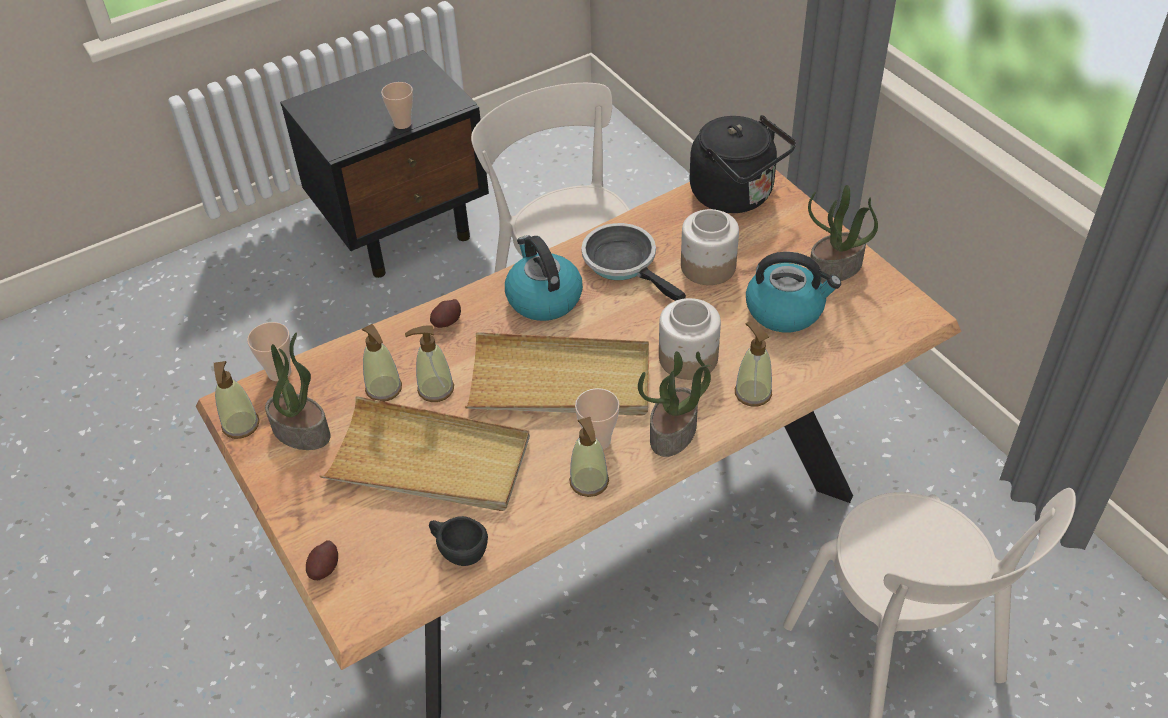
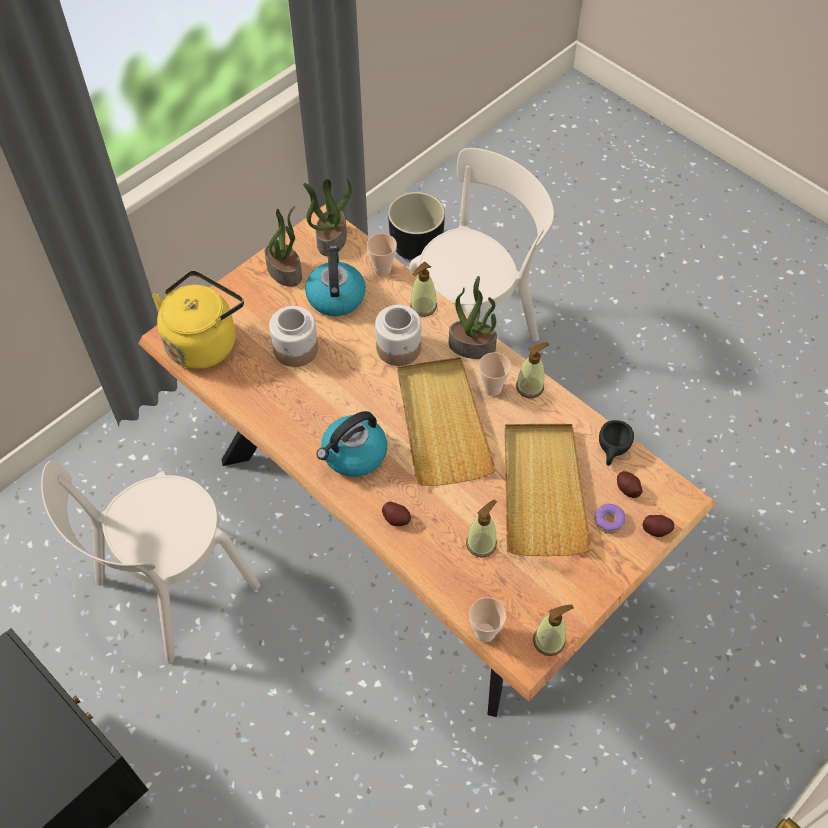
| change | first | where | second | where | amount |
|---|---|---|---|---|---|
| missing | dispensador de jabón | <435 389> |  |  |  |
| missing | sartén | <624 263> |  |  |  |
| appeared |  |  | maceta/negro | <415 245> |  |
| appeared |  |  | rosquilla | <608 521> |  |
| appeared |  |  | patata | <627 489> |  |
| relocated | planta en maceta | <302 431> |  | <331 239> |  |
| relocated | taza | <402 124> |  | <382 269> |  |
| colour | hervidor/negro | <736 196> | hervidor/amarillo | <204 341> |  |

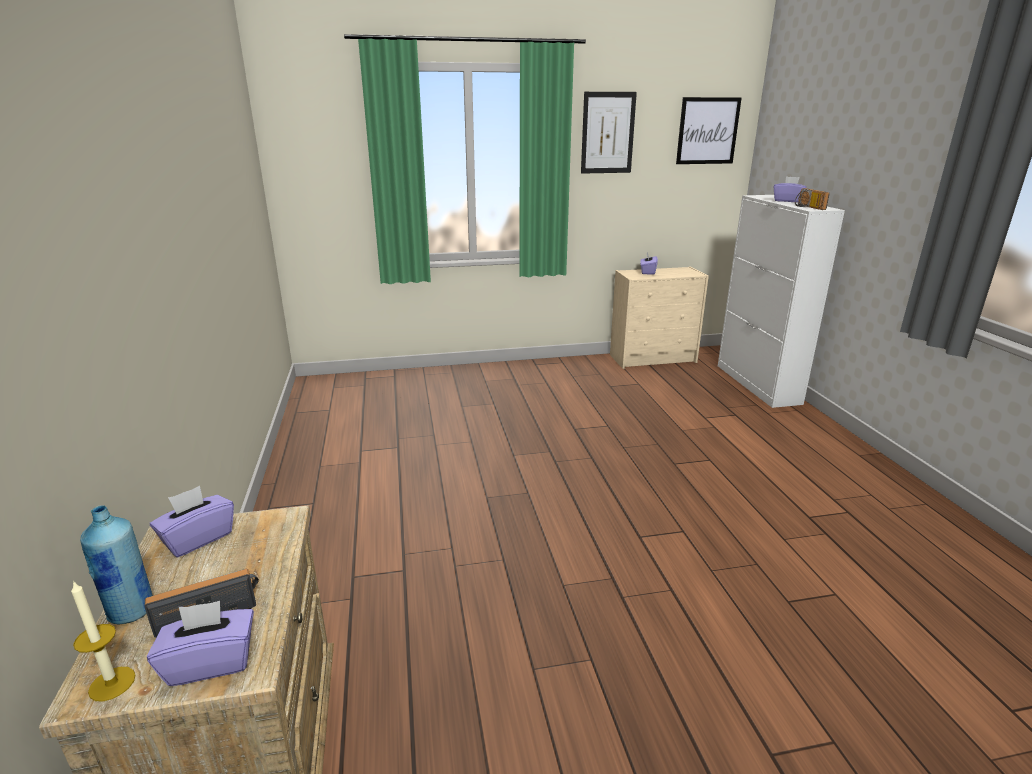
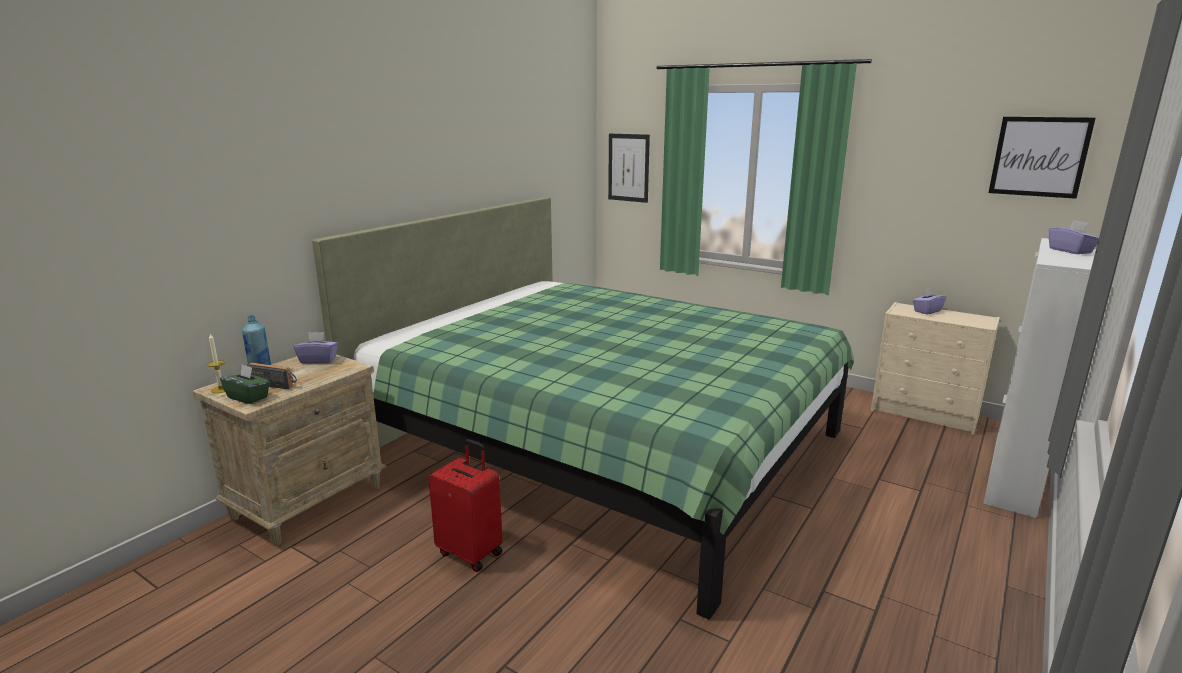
| change | first | where | second | where | amount |
|---|---|---|---|---|---|
| missing | radio | <807 207> |  |  |  |
| appeared |  |  | cama/verde | <602 446> |  |
| appeared |  |  | maleta/rojo | <471 552> |  |
| relocated | cuadro | <607 133> |  | <628 168> |  |
| colour | caja de pañuelos/morado | <211 662> | caja de pañuelos/verde | <248 397> |  |

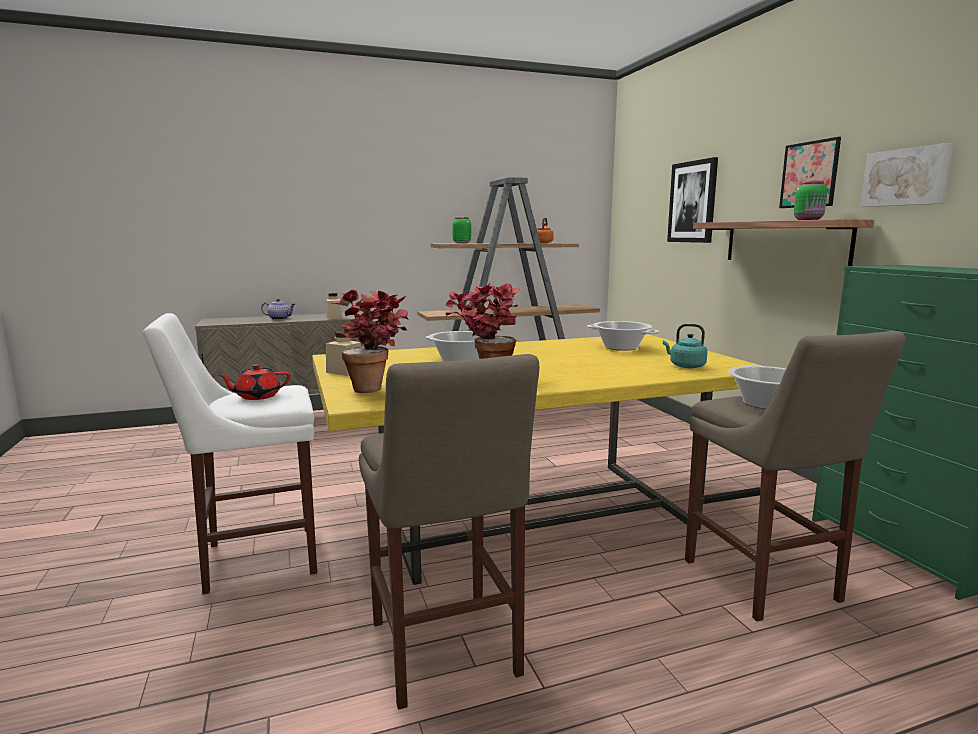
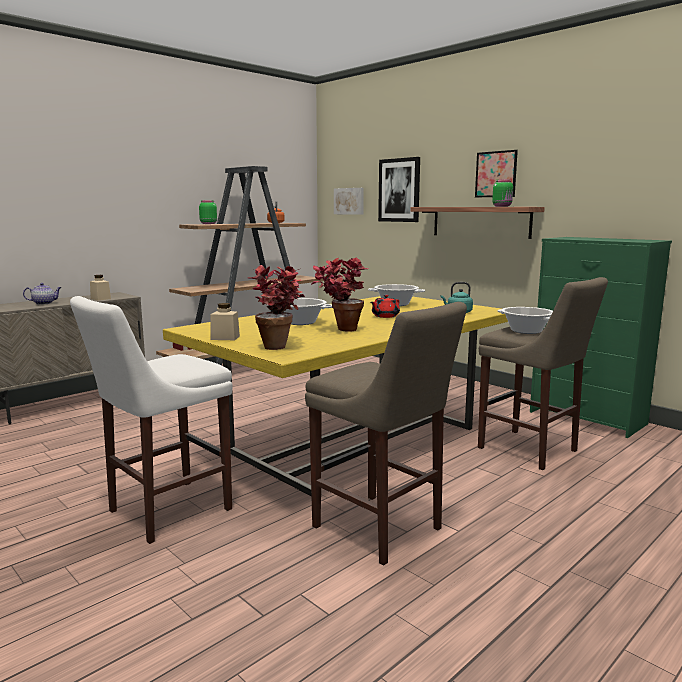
| change | first | where | second | where | amount |
|---|---|---|---|---|---|
| relocated | tetera/rojo | <257 396> |  | <385 316> |  |
| relocated | cuadro | <906 177> |  | <349 201> |  |

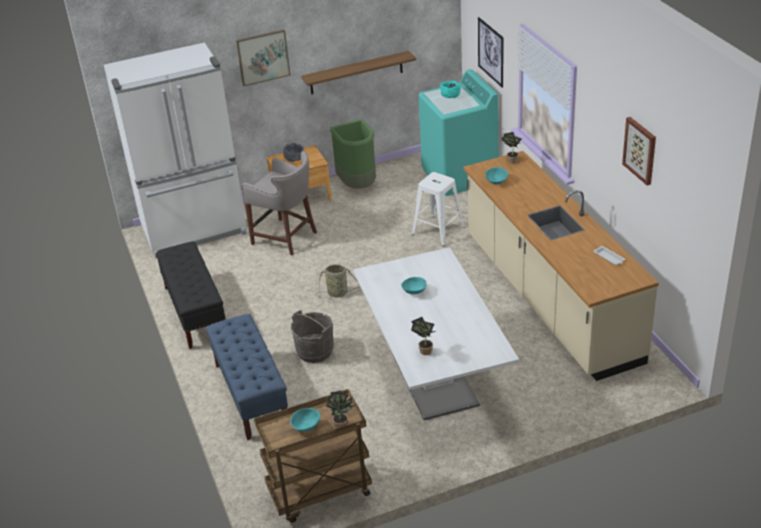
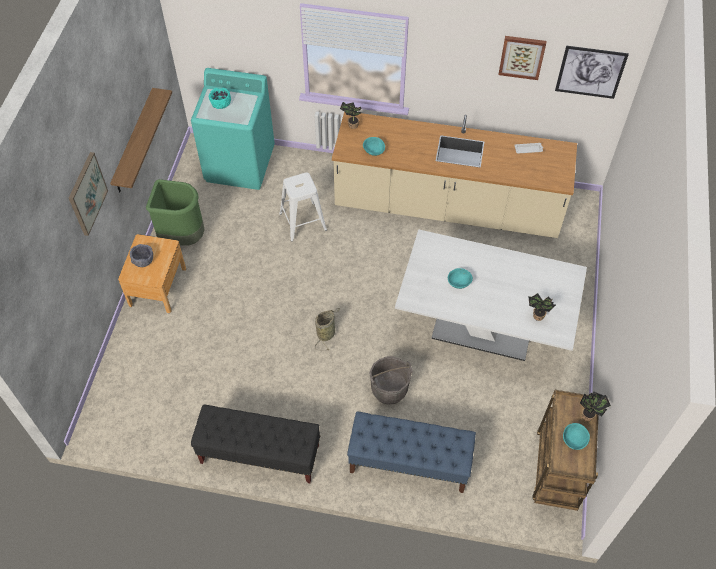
| change | first | where | second | where | amount |
|---|---|---|---|---|---|
| missing | nevera/blanco | <195 231> |  |  |  |
| missing | taburete/gris | <286 238> |  |  |  |
| relocated | cuadro | <490 52> |  | <590 72> |  |

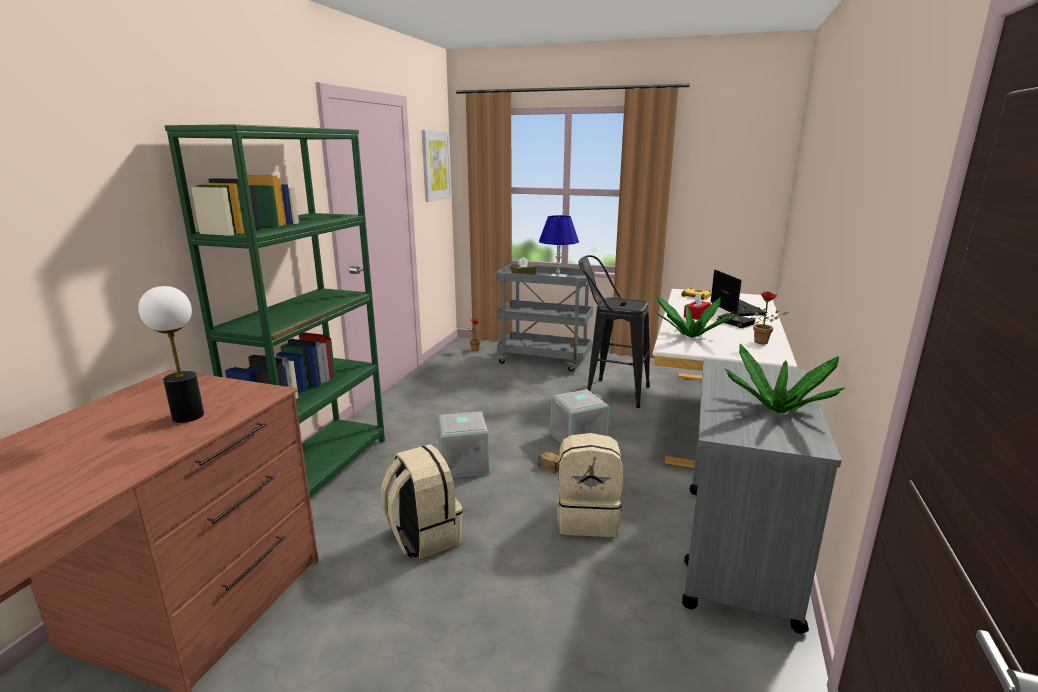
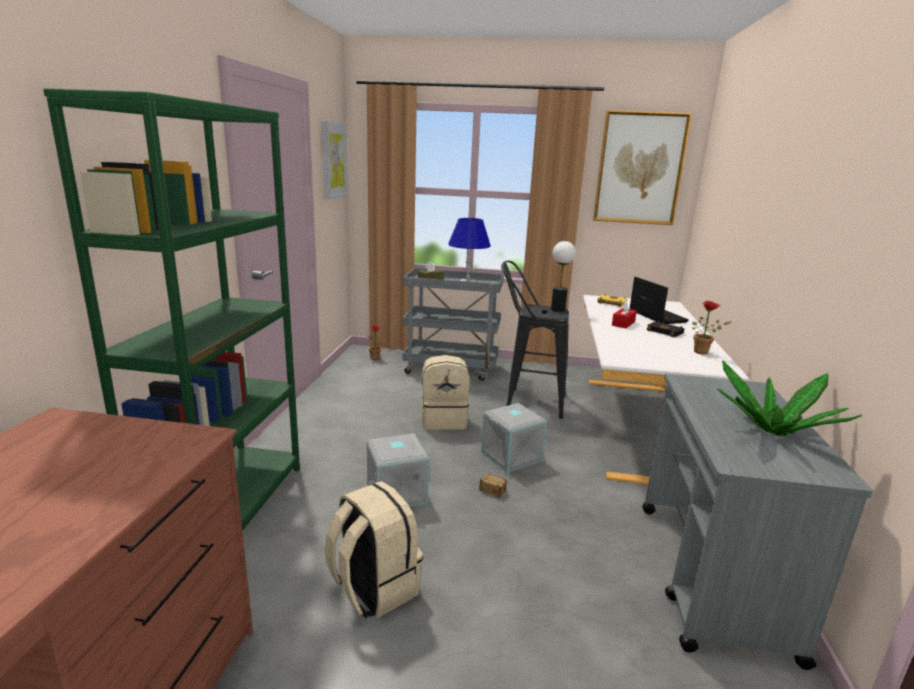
| change | first | where | second | where | amount |
|---|---|---|---|---|---|
| missing | planta en maceta | <691 335> |  |  |  |
| appeared |  |  | cuadro | <639 168> |  |
| relocated | lámpara de mesa | <188 416> |  | <558 309> |  |
| relocated | mochila/beis | <588 518> |  | <444 420> |  |

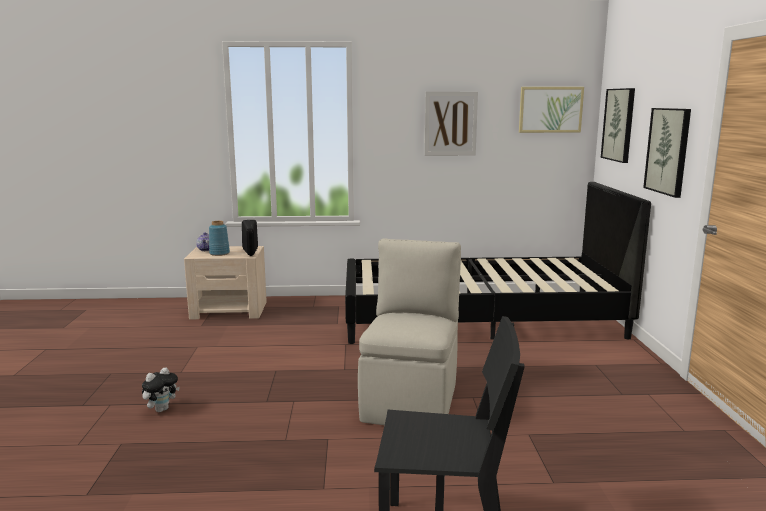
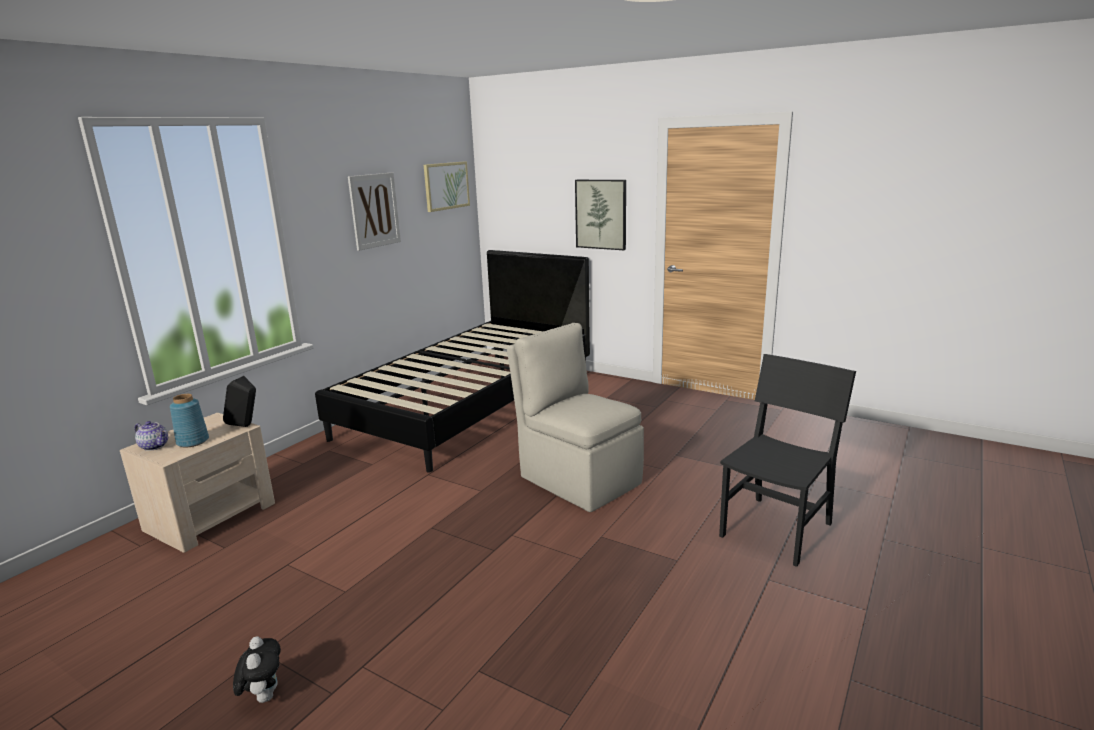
| change | first | where | second | where | amount |
|---|---|---|---|---|---|
| missing | cuadro | <619 124> |  |  |  |
| relocated | peluche | <161 409> |  | <264 696> |  |

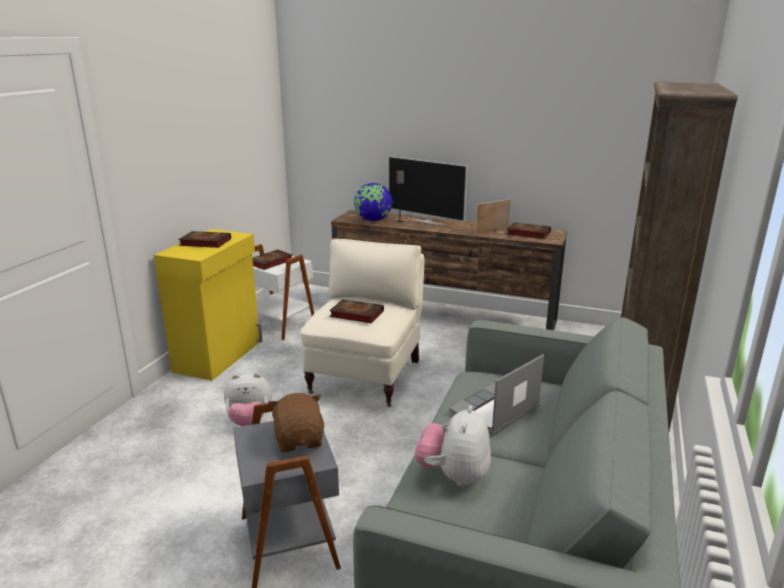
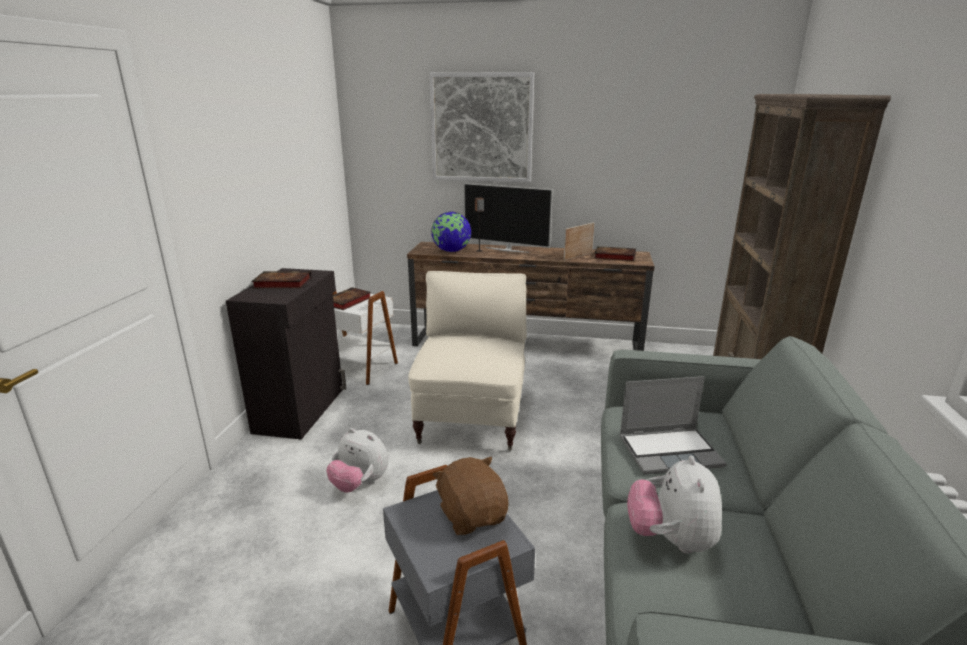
| change | first | where | second | where | amount |
|---|---|---|---|---|---|
| missing | libro | <355 314> |  |  |  |
| appeared |  |  | cuadro | <481 128> |  |
| colour | armario/amarillo | <219 356> | armario/negro | <302 409> |  |
| spun | peluche | <249 421> |  | <360 484> | 45 degrees clockwise |
| spun | portátil | <495 411> |  | <670 451> | 135 degrees counterclockwise |

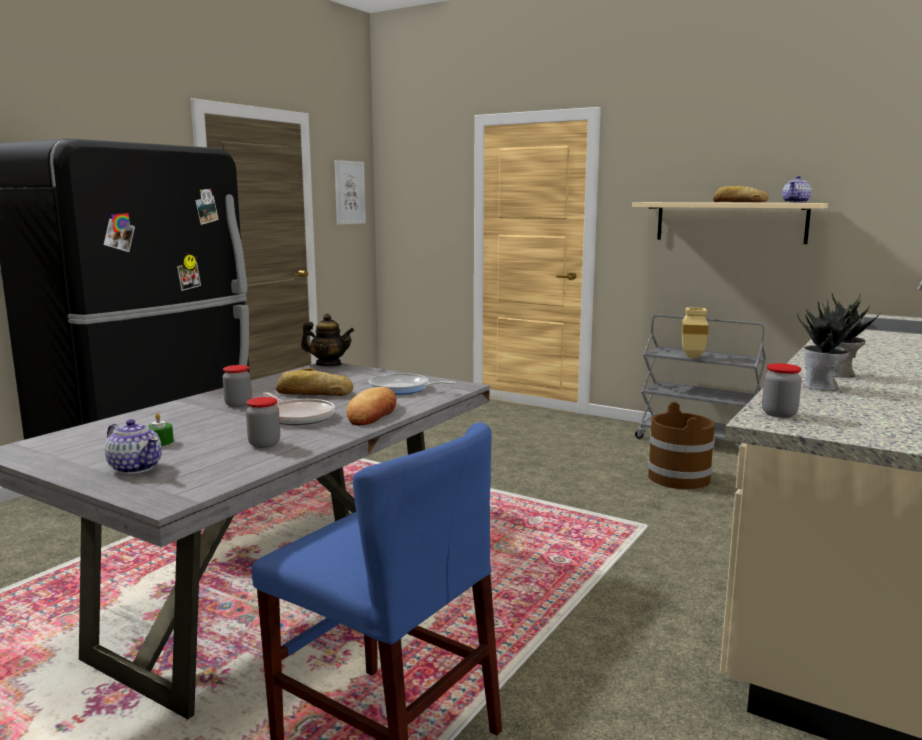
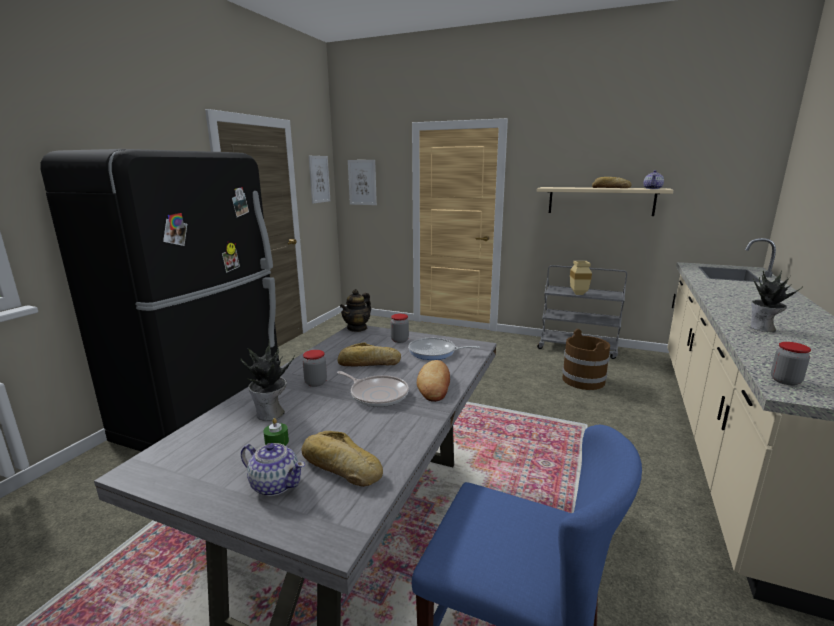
| change | first | where | second | where | amount |
|---|---|---|---|---|---|
| appeared |  |  | pan | <340 467> |  |
| appeared |  |  | cuadro | <362 182> |  |
| relocated | tarro | <264 444> |  | <399 340> |  |
| relocated | planta en maceta | <822 387> |  | <271 414> |  |
| spun | tetera | <328 364> |  | <357 328> | 120 degrees clockwise |

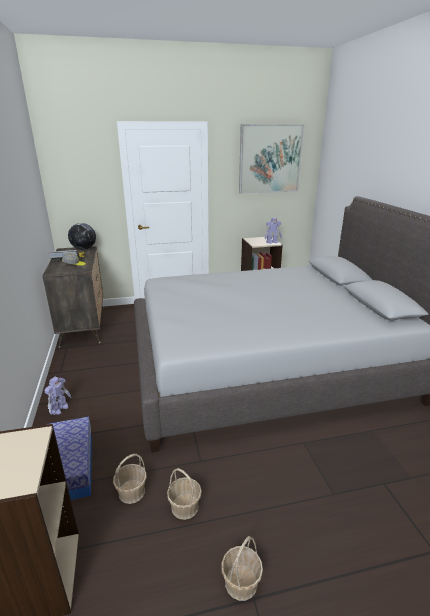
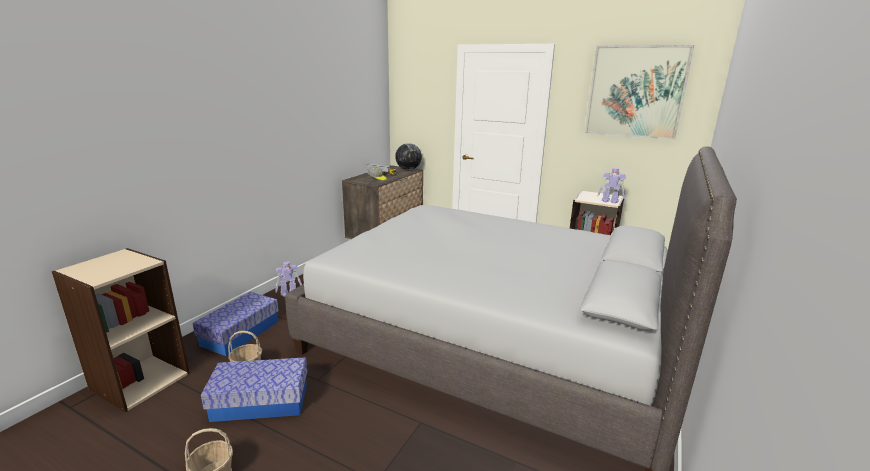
| change | first | where | second | where | amount |
|---|---|---|---|---|---|
| exchanged | cesta | <185 506> | caja de almacenaje | <260 402> |  |

